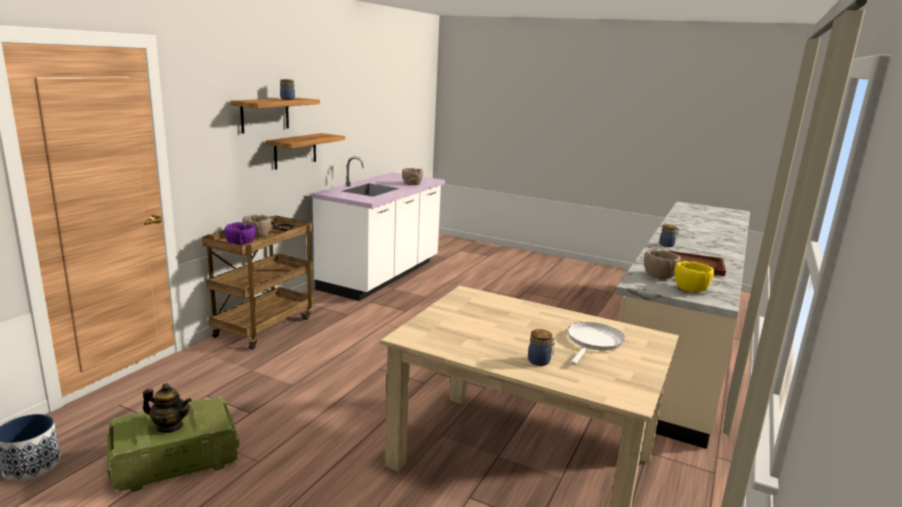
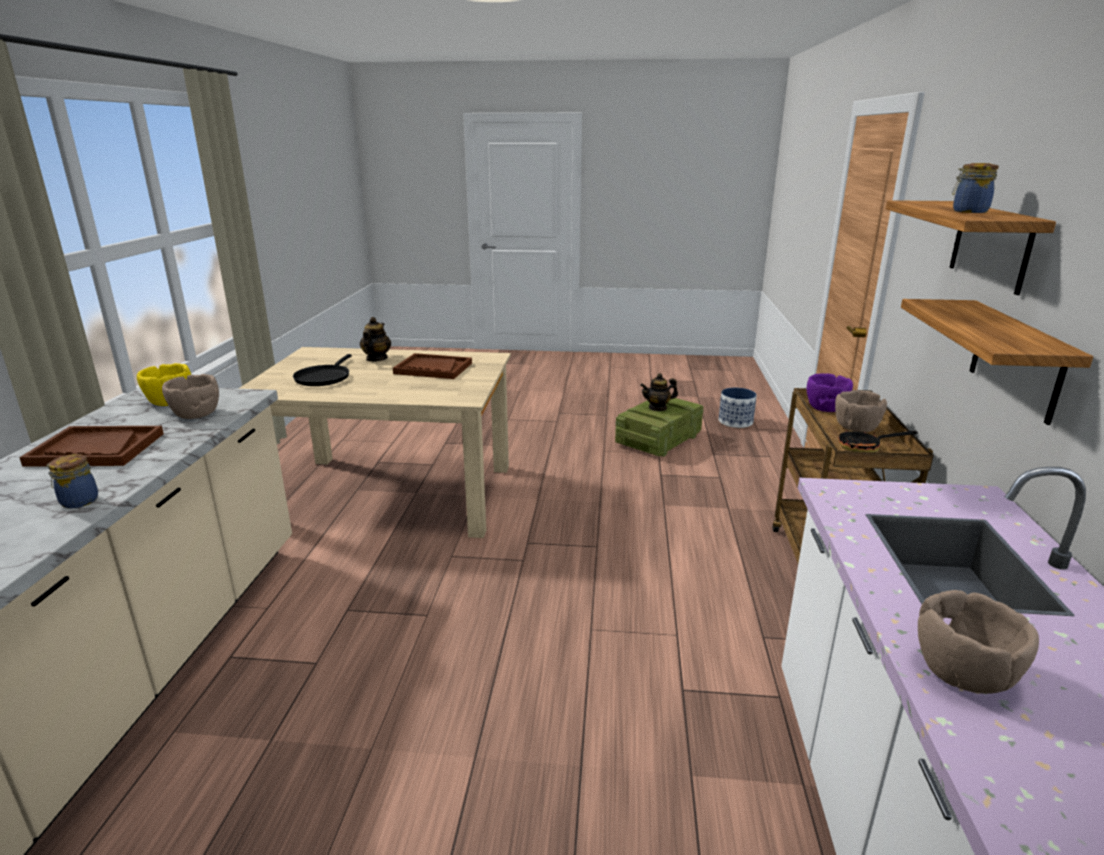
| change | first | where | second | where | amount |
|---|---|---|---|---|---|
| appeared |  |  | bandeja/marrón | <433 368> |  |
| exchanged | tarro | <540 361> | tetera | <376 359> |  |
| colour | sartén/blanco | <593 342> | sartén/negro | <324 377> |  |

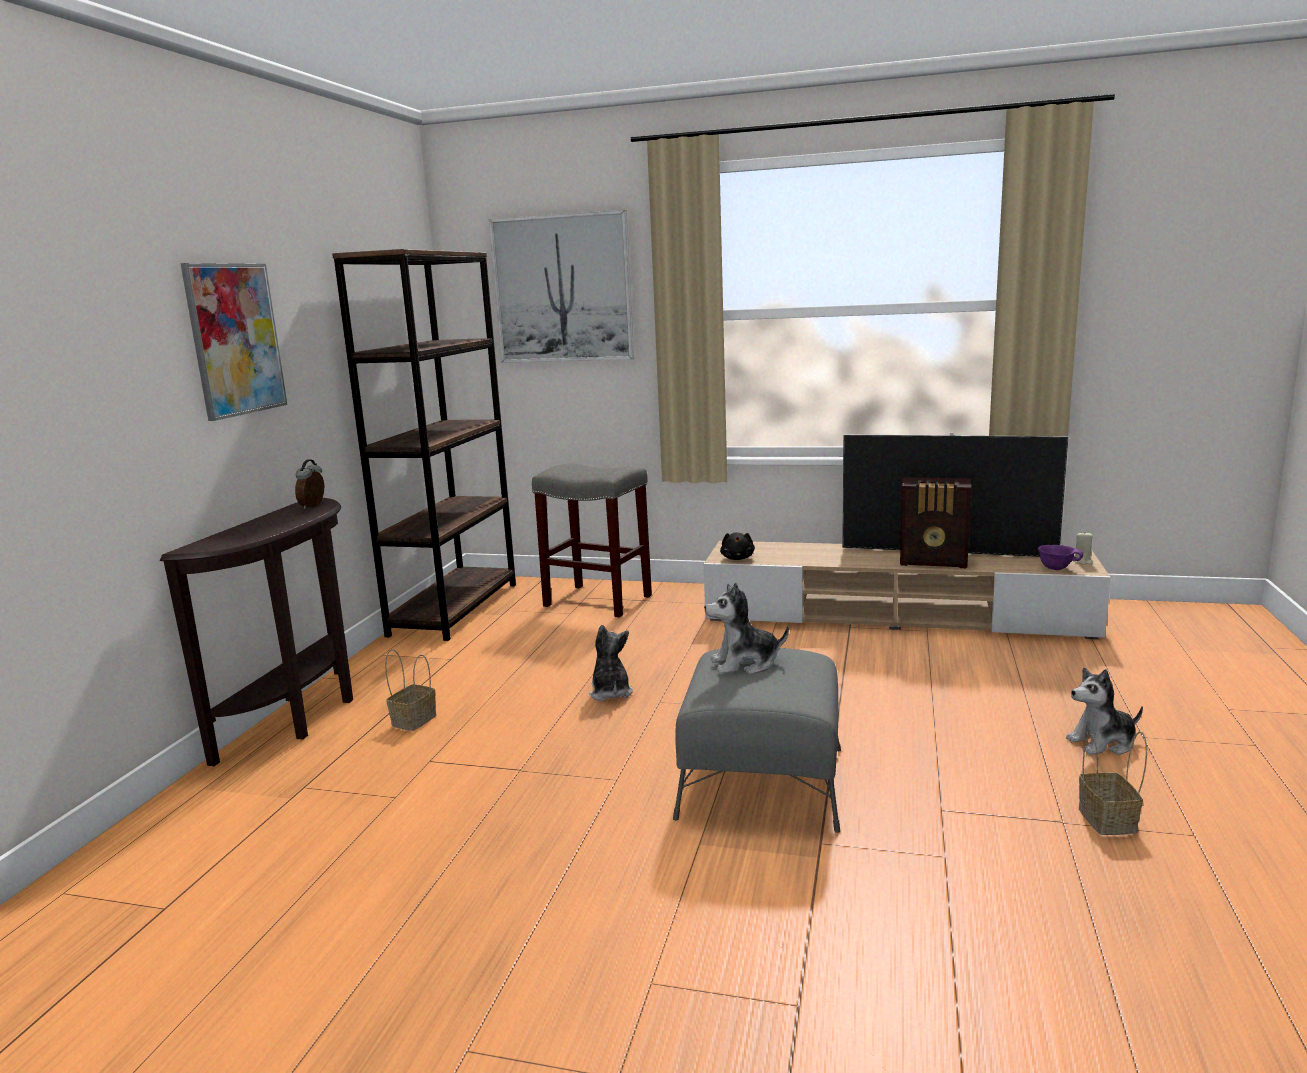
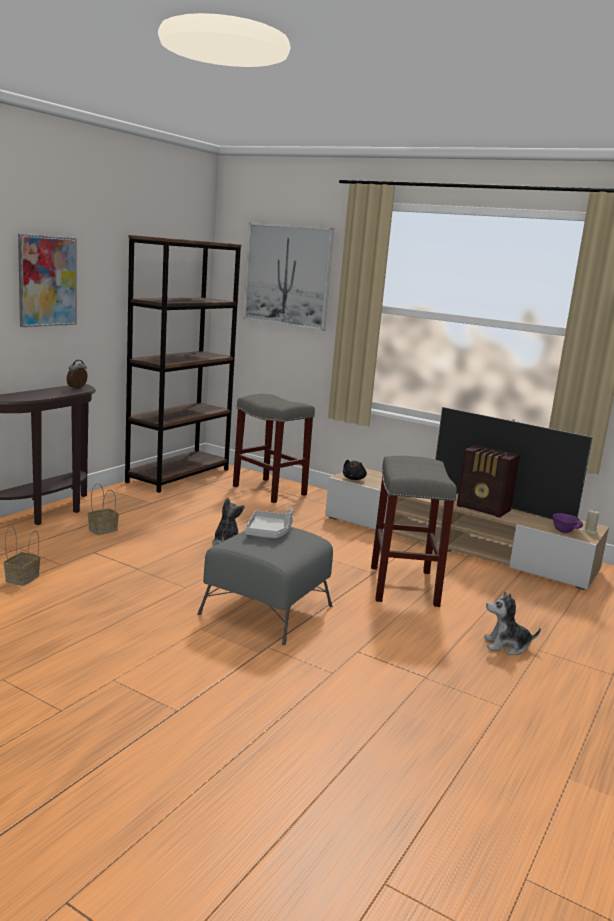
| change | first | where | second | where | amount |
|---|---|---|---|---|---|
| appeared |  |  | taburete/gris | <404 586> |  |
| relocated | cesta | <1109 821> |  | <22 579> |  |
| exchanged | peluche | <745 664> | bandeja/gris | <269 532> |  |

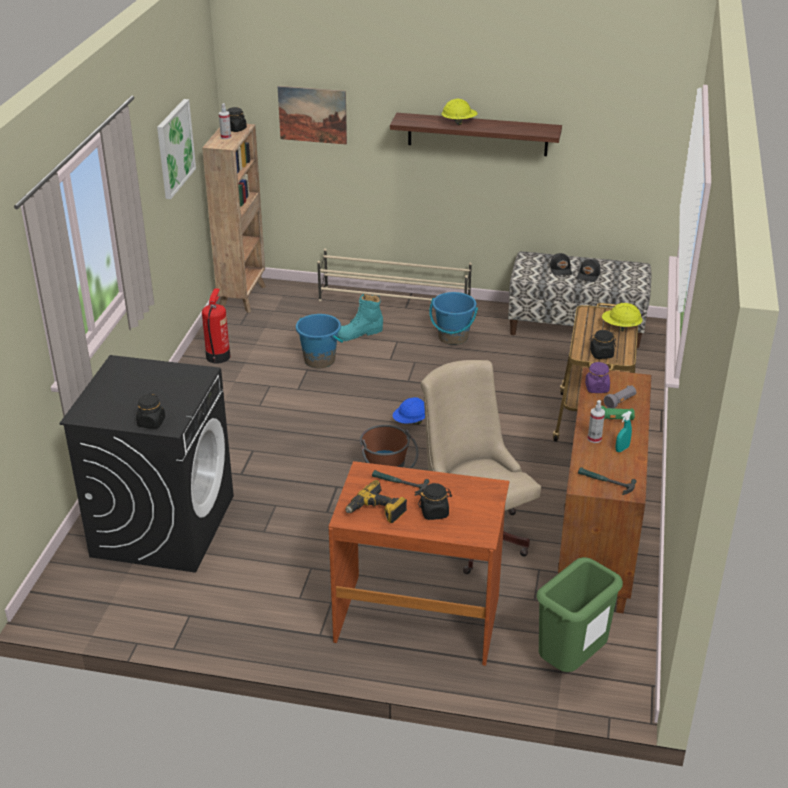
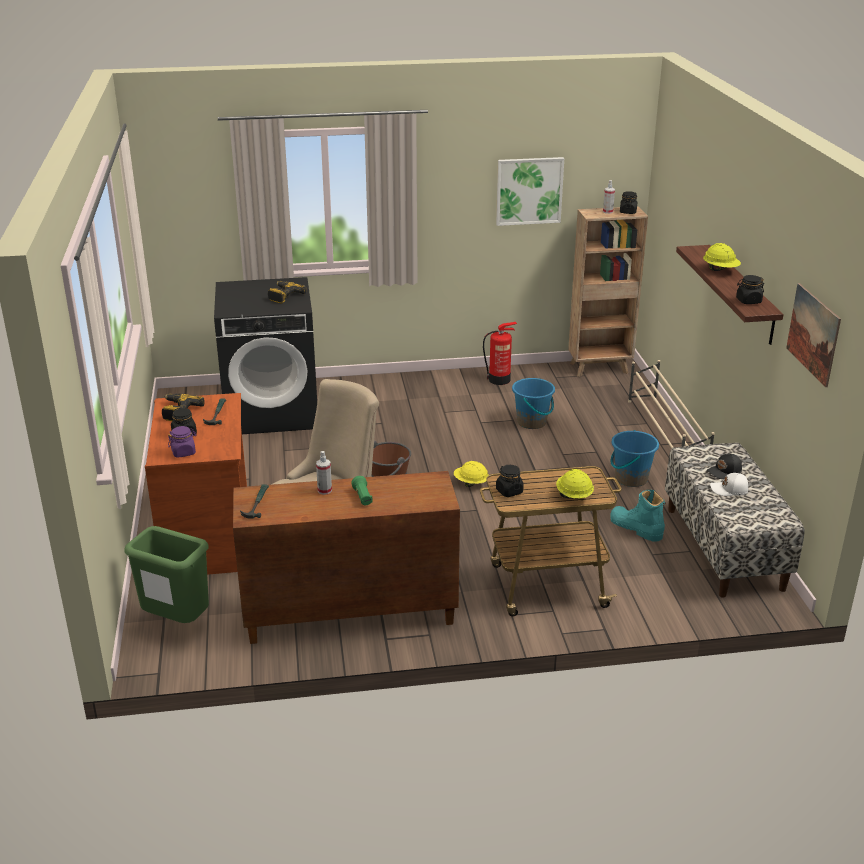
| change | first | where | second | where | amount |
|---|---|---|---|---|---|
| missing | linterna/gris | <620 402> |  |  |  |
| missing | pulverizador/turquesa | <622 449> |  |  |  |
| appeared |  |  | taladro | <283 296> |  |
| relocated | tarro/negro | <151 422> |  | <748 301> |  |
| relocated | cuadro | <312 115> |  | <813 334> |  |
| relocated | bota/turquesa | <359 333> |  | <636 528> |  |
| relocated | tarro/morado | <596 388> |  | <183 452> |  |
| colour | casco/azul | <410 421> | casco/amarillo | <471 483> |  |
| colour | gorra/negro | <589 275> | gorra/blanco | <729 490> |  |

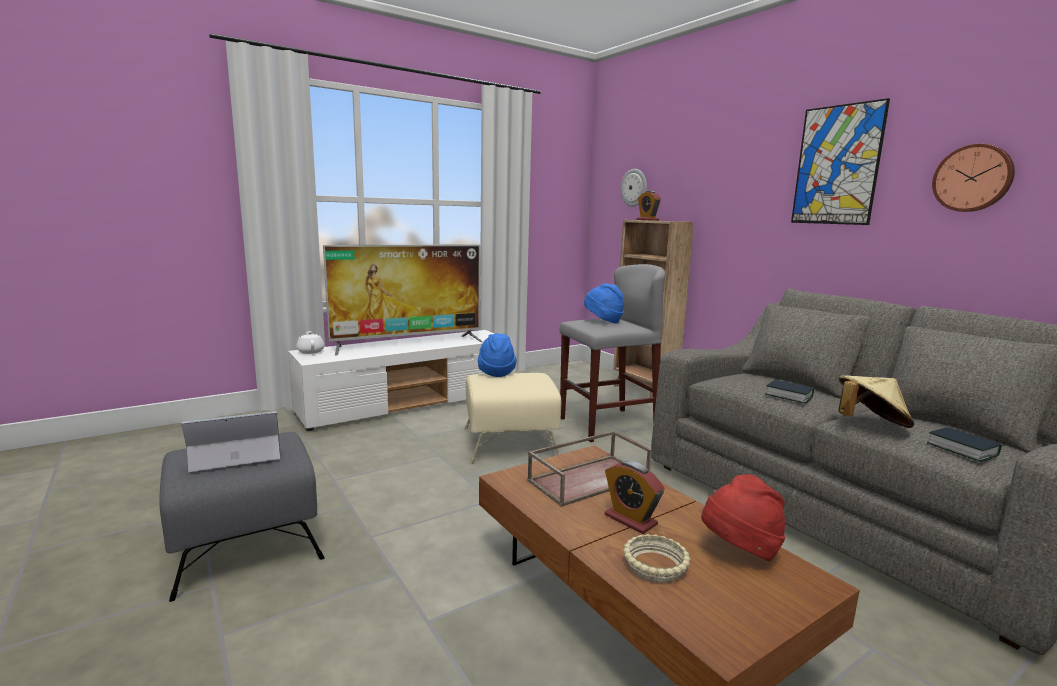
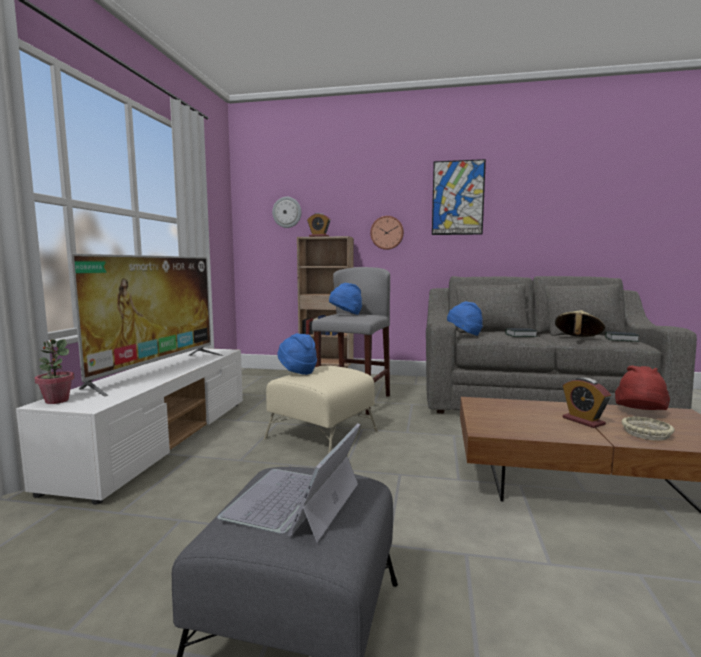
| change | first | where | second | where | amount |
|---|---|---|---|---|---|
| missing | bandeja/marrón | <589 478> |  |  |  |
| appeared |  |  | sombrero/azul | <464 335> |  |
| relocated | reloj de pared | <973 178> |  | <387 232> |  |
| exchanged | tetera/blanco | <310 351> | planta en maceta | <56 401> |  |
| spun | despertador | <630 520> |  | <583 421> | 60 degrees clockwise |

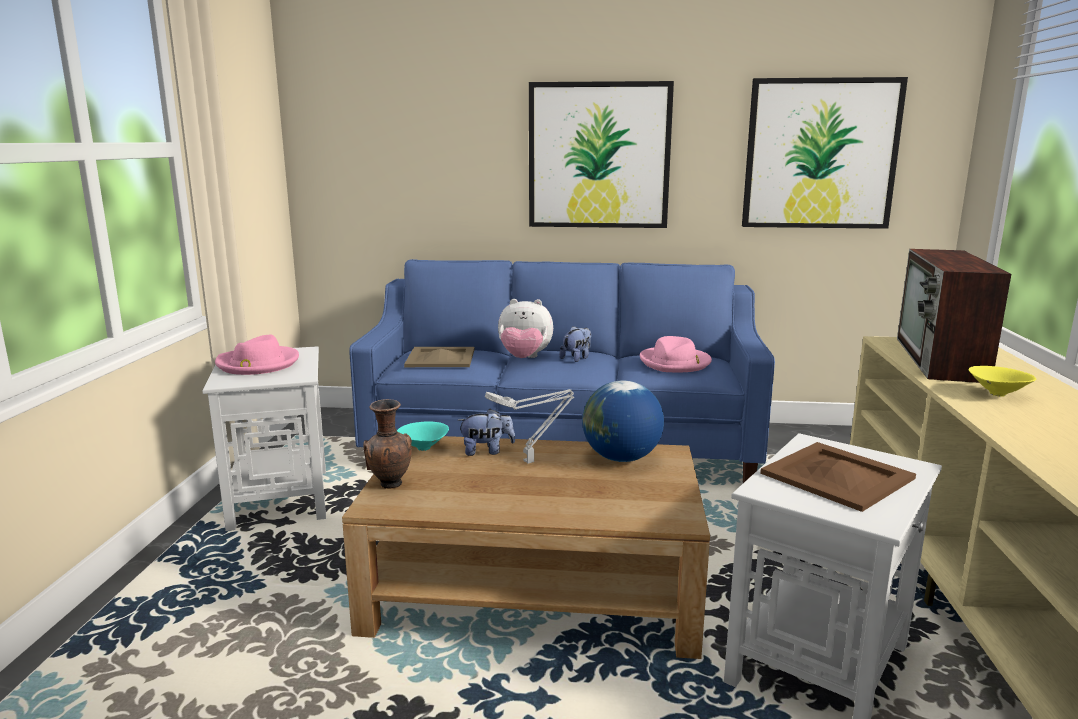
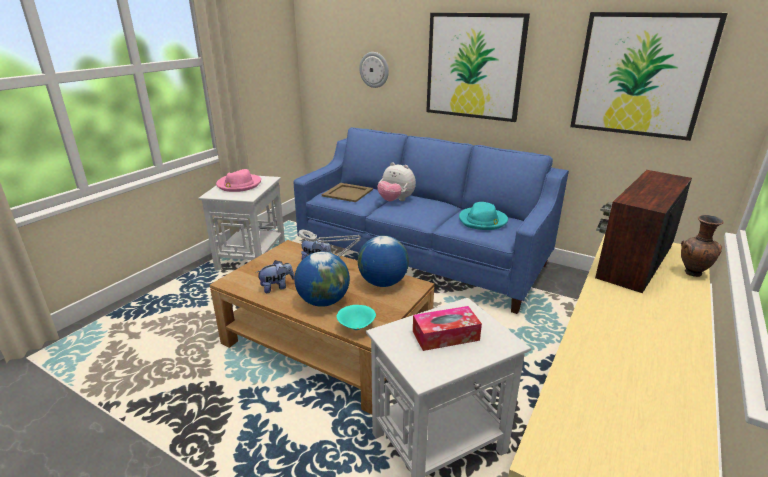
| change | first | where | second | where | amount |
|---|---|---|---|---|---|
| missing | cuenco/amarillo | <996 395> |  |  |  |
| appeared |  |  | globo terráqueo | <323 301> |  |
| appeared |  |  | reloj de pared | <374 69> |  |
| relocated | florero/marrón | <390 485> |  | <692 274> |  |
| relocated | cuenco/turquesa | <424 449> |  | <356 328> |  |
| relocated | peluche | <577 358> |  | <277 287> |  |
| exchanged | bandeja/marrón | <836 475> | caja de pañuelos | <445 335> |  |
| colour | sombrero/rosa | <675 363> | sombrero/turquesa | <483 221> |  |

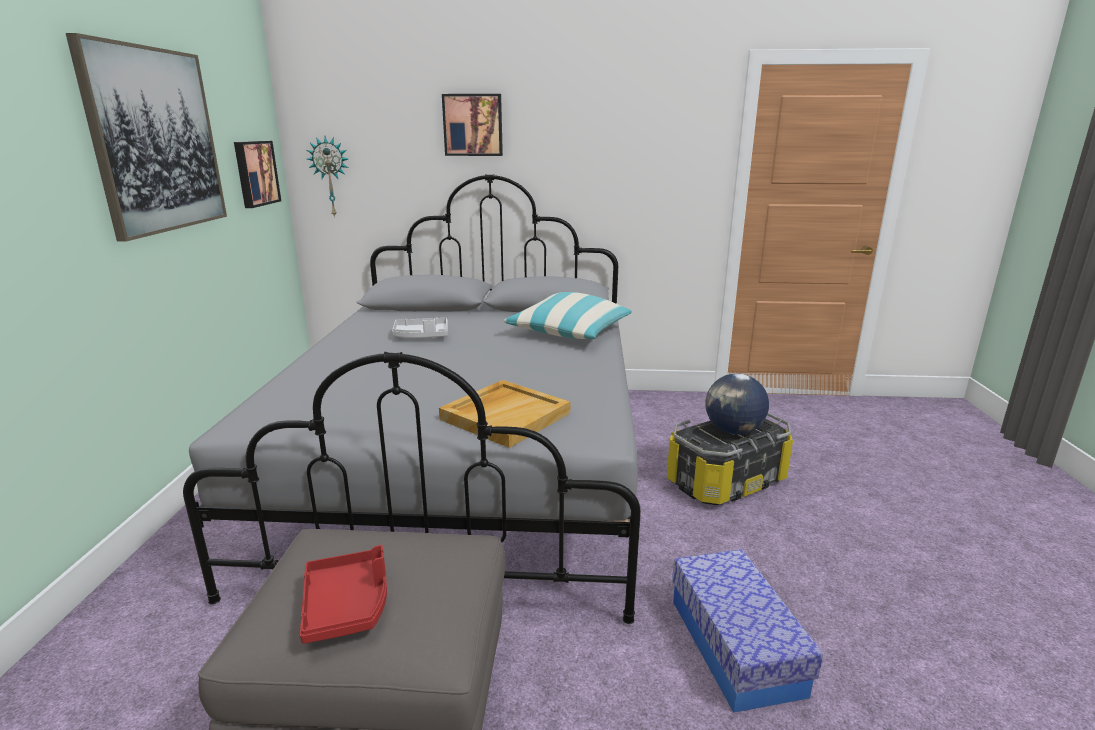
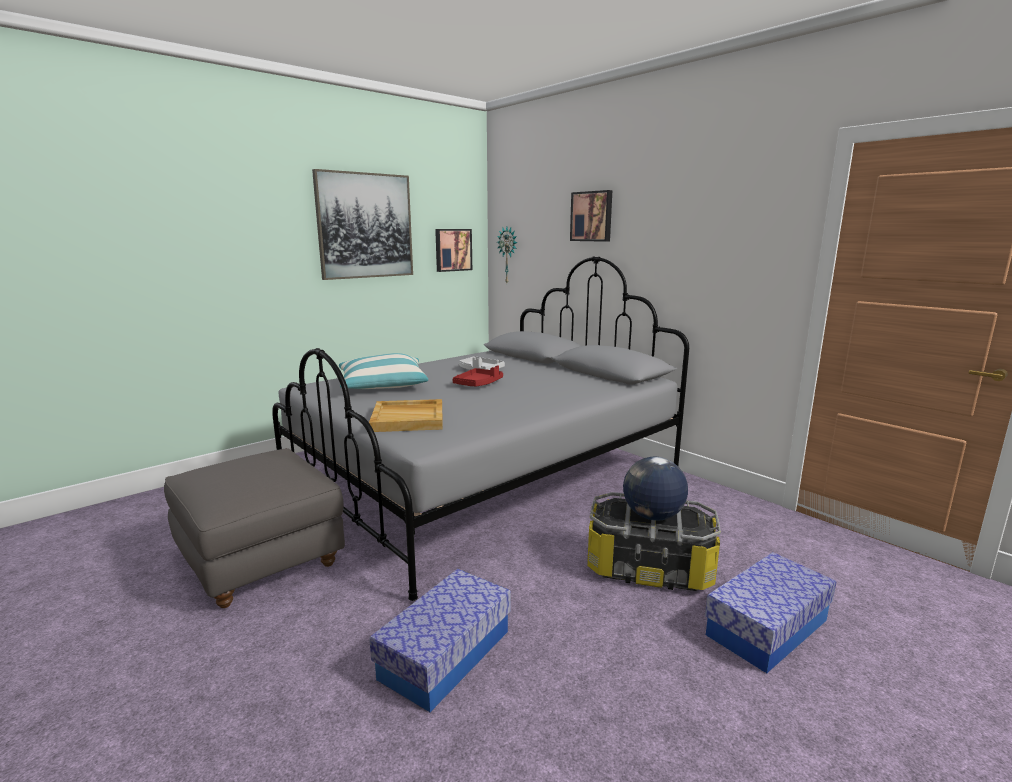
| change | first | where | second | where | amount |
|---|---|---|---|---|---|
| appeared |  |  | caja de almacenaje | <767 628> |  |
| relocated | bandeja/rojo | <347 605> |  | <478 384> |  |
| relocated | cojín | <569 331> |  | <383 385> |  |

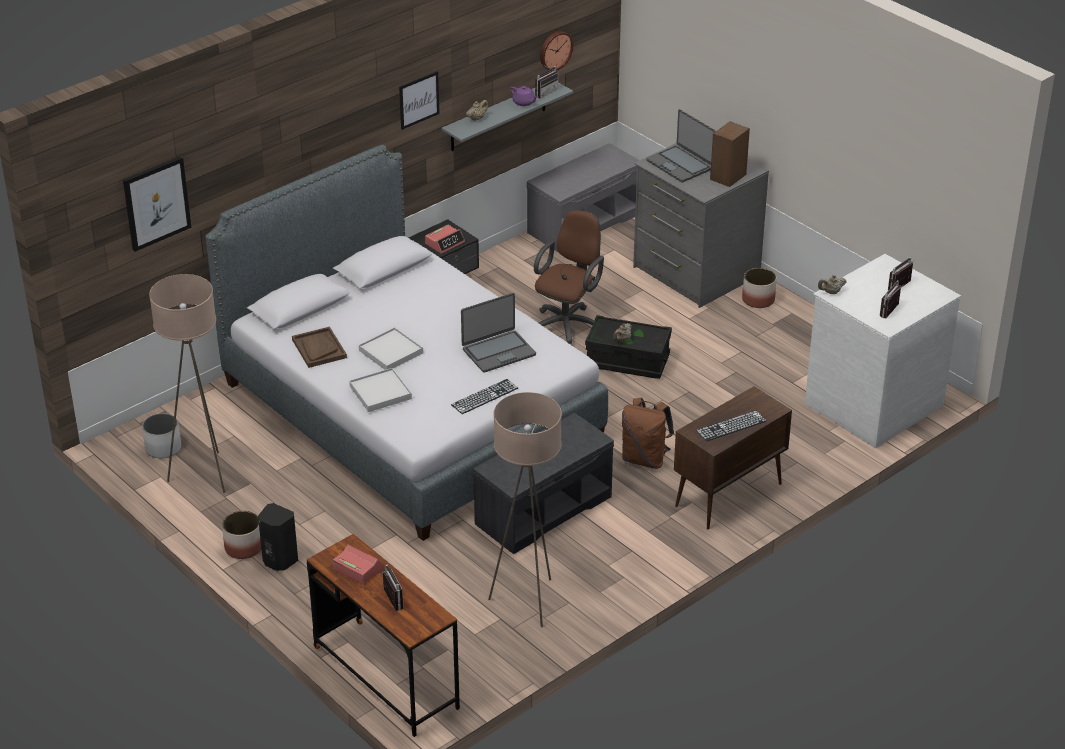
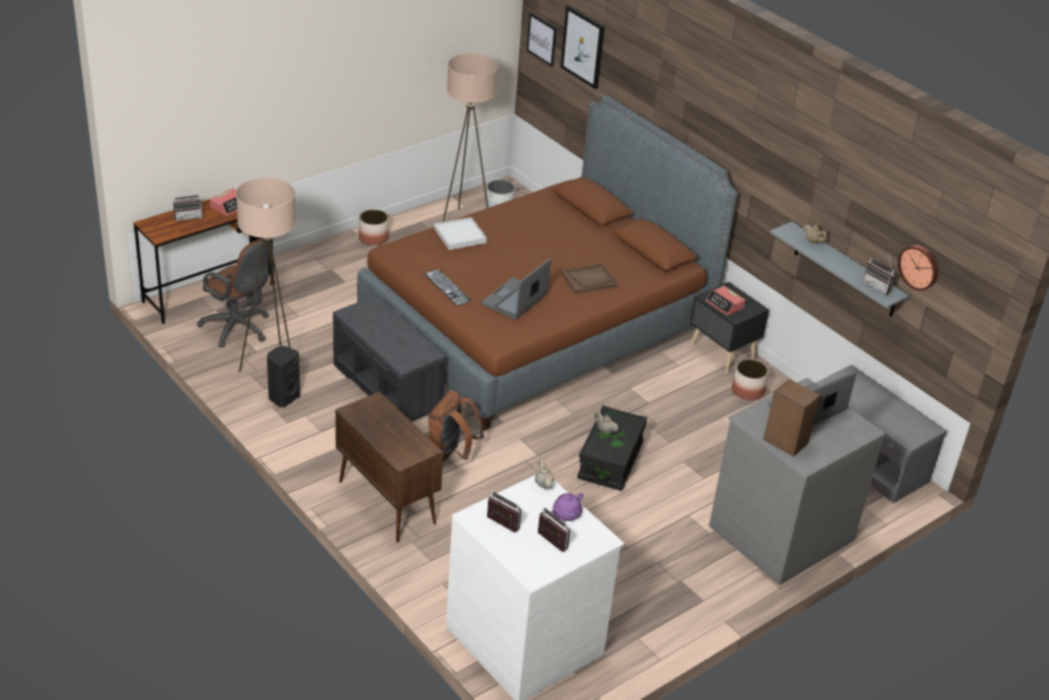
| change | first | where | second | where | amount |
|---|---|---|---|---|---|
| missing | bandeja/blanco | <391 352> |  |  |  |
| missing | teclado | <731 426> |  |  |  |
| relocated | altavoz/negro | <279 561> |  | <283 397> |  |
| relocated | bandeja/marrón | <319 349> |  | <589 280> |  |
| relocated | cuadro | <419 100> |  | <541 39> |  |
| relocated | tetera/morado | <524 102> |  | <566 514> |  |
| relocated | silla de oficina/marrón | <568 325> |  | <239 329> |  |
| relocated | maceta | <758 300> |  | <747 391> |  |
| colour | cama/gris | <409 411> | cama/marrón | <537 324> |  |
| spun | portátil | <498 352> |  | <515 300> | 60 degrees clockwise |

